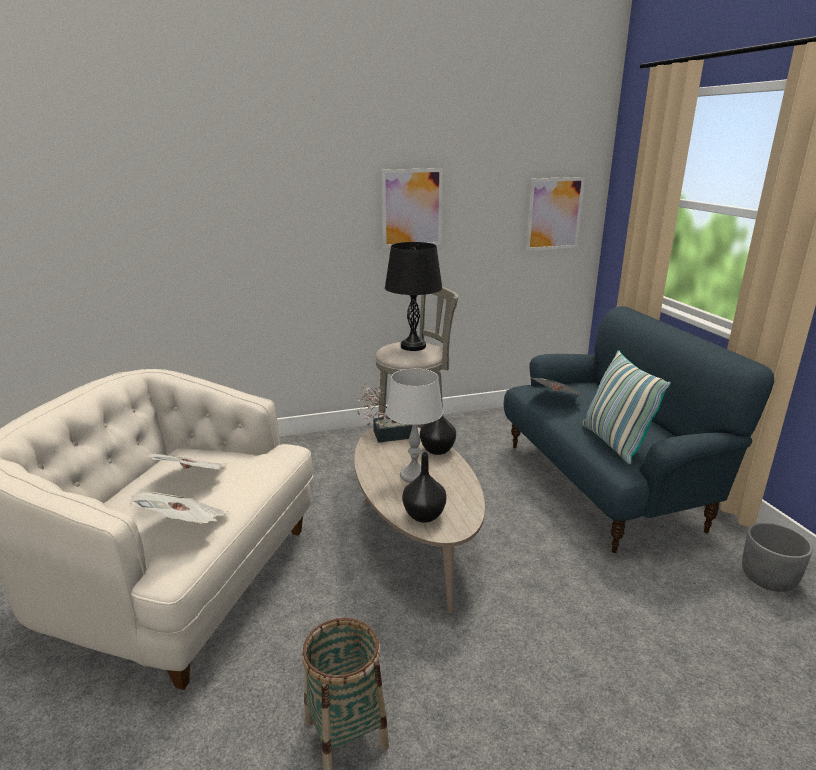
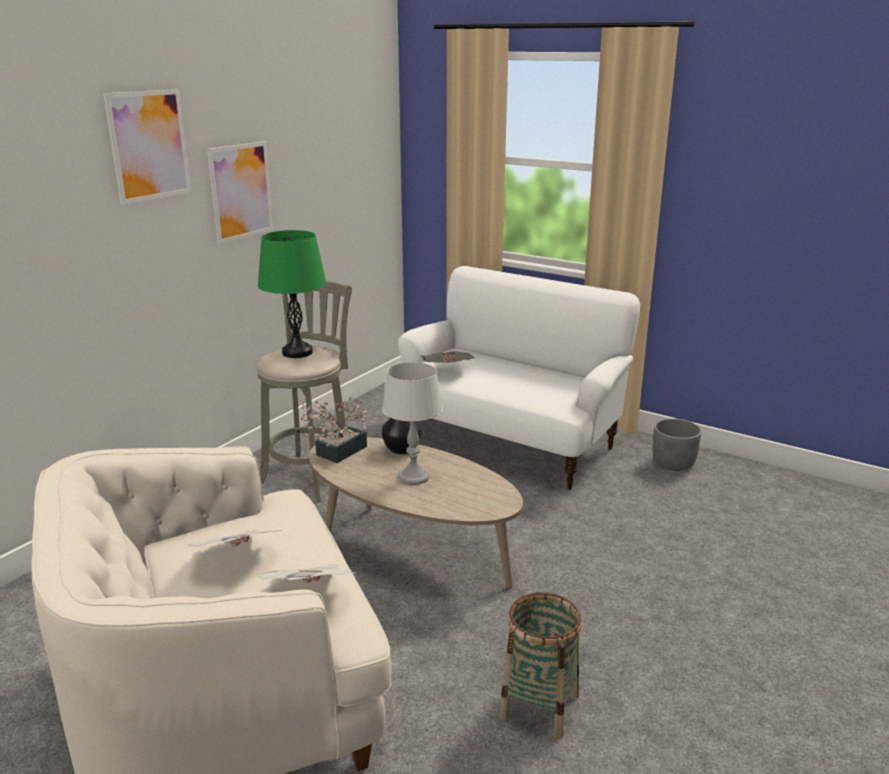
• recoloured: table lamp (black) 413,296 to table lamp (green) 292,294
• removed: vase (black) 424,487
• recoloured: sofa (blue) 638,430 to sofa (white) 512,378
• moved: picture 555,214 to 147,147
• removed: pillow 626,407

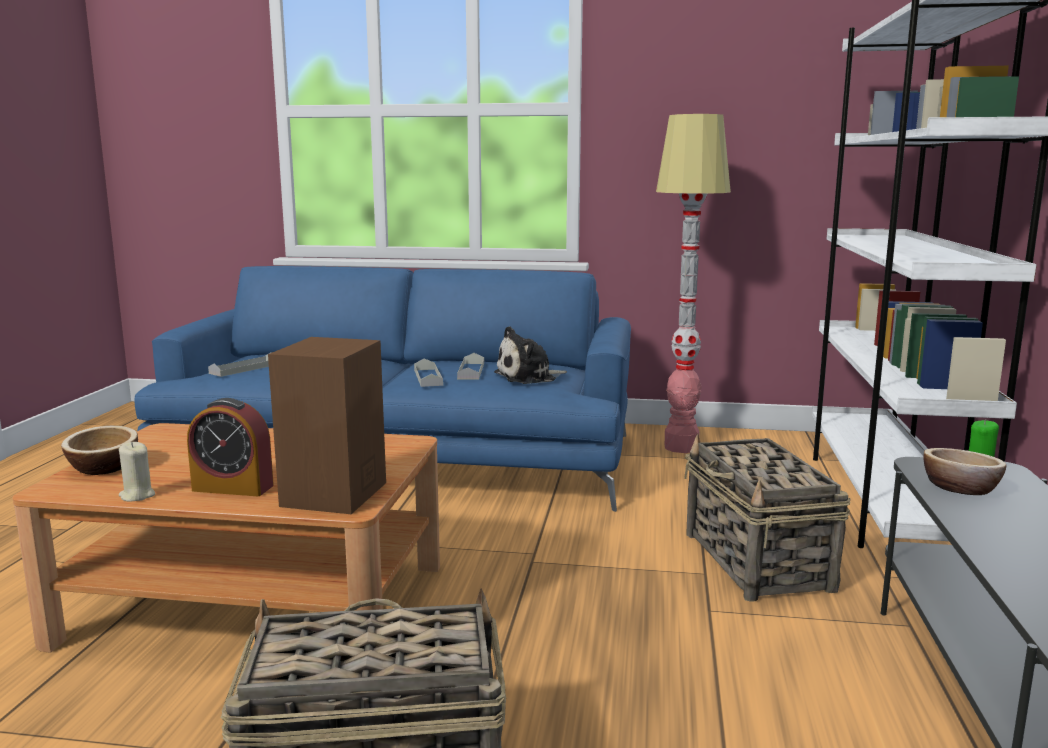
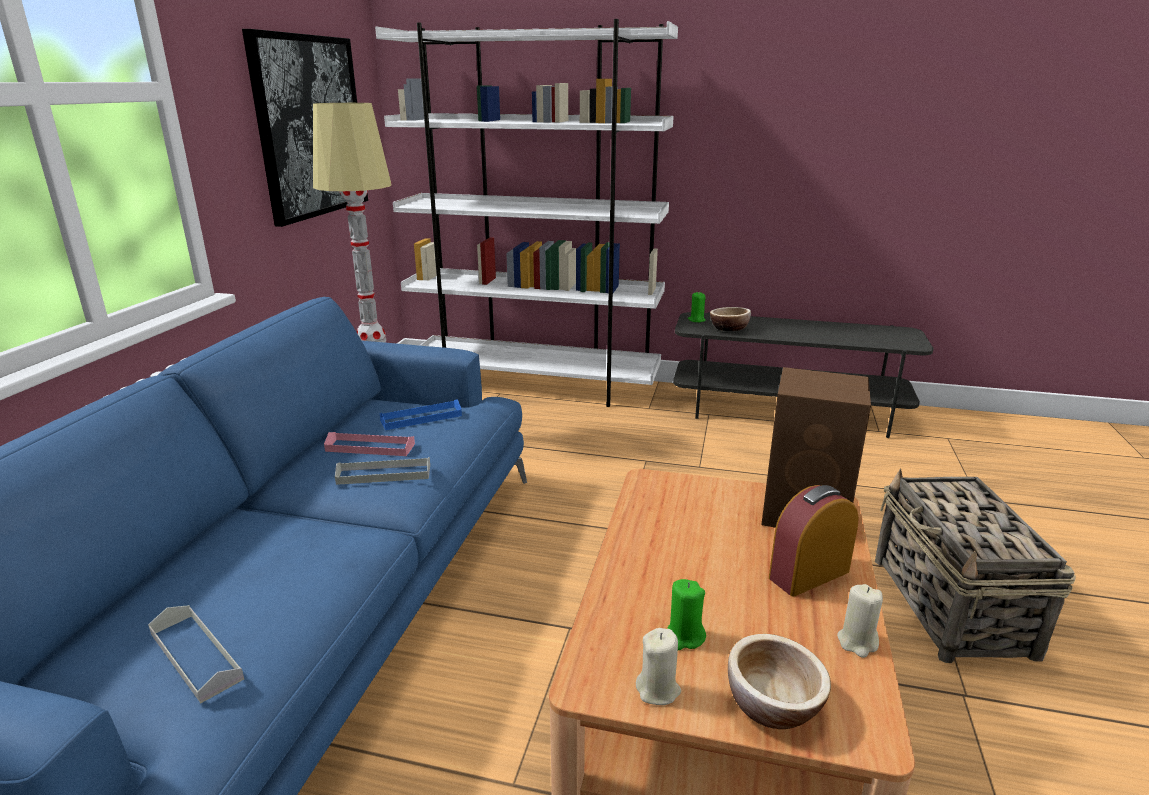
• turned: alarm clock 230,447 = 814,541 135 degrees counterclockwise
• recoloured: tray (grey) 470,366 to tray (pink) 369,444
• replaced: plush toy 530,355 to tray (blue) 421,414
• removed: basket 767,517
• added: picture 305,128
• added: candle (beige) 658,666
• added: candle (green) 686,614

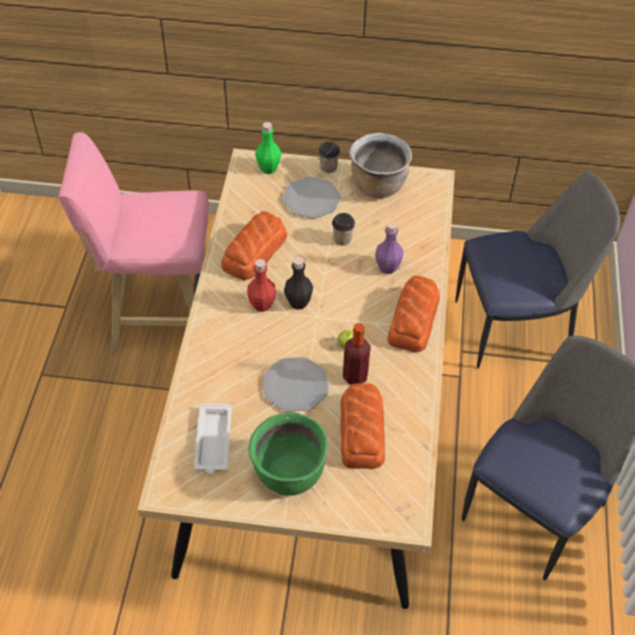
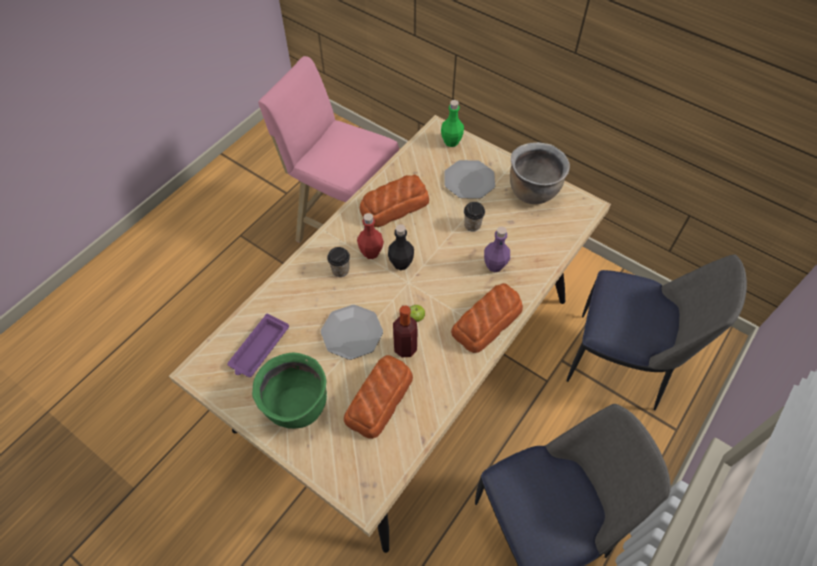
• recoloured: tray (white) 213,439 to tray (purple) 258,345
• moved: cup 329,157 to 338,262

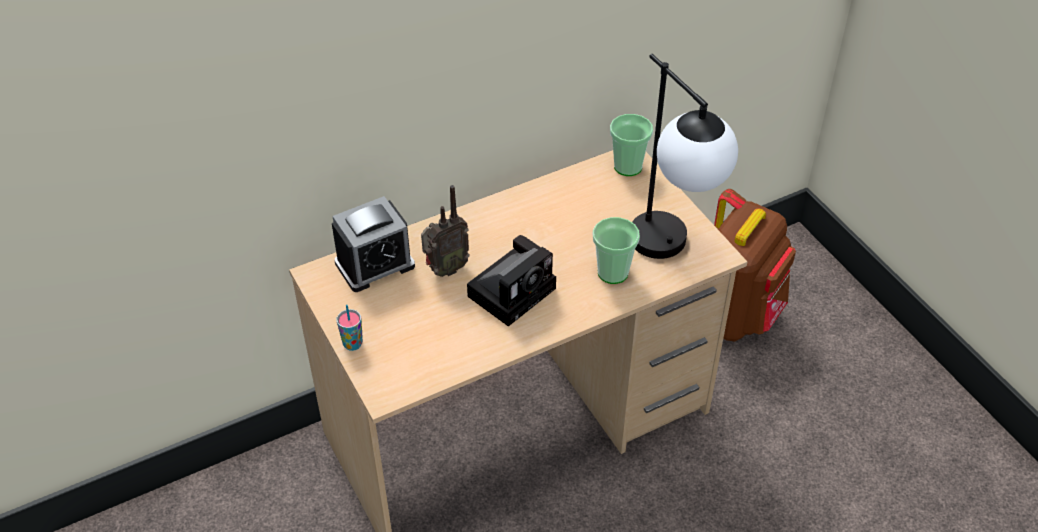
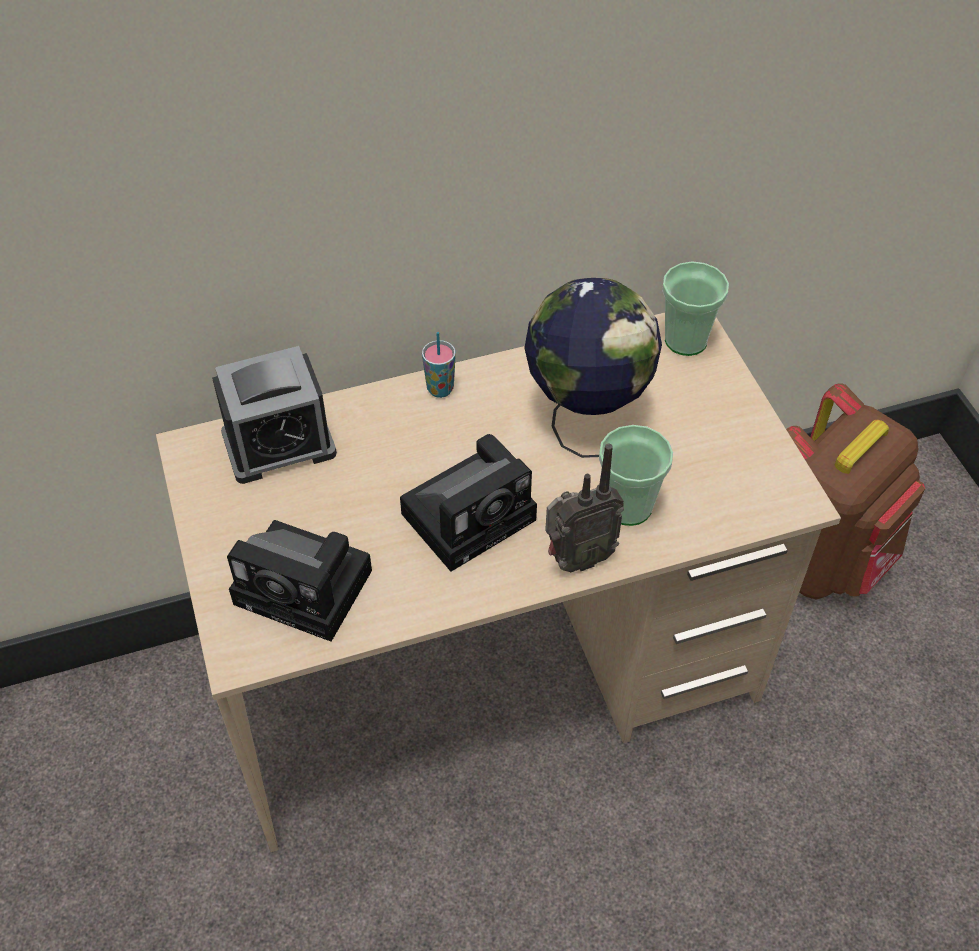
• moved: cup 350,328 to 439,365
• moved: radio 445,231 to 584,508
• removed: table lamp 685,156
• added: photo camera 299,581
• added: globe 593,368

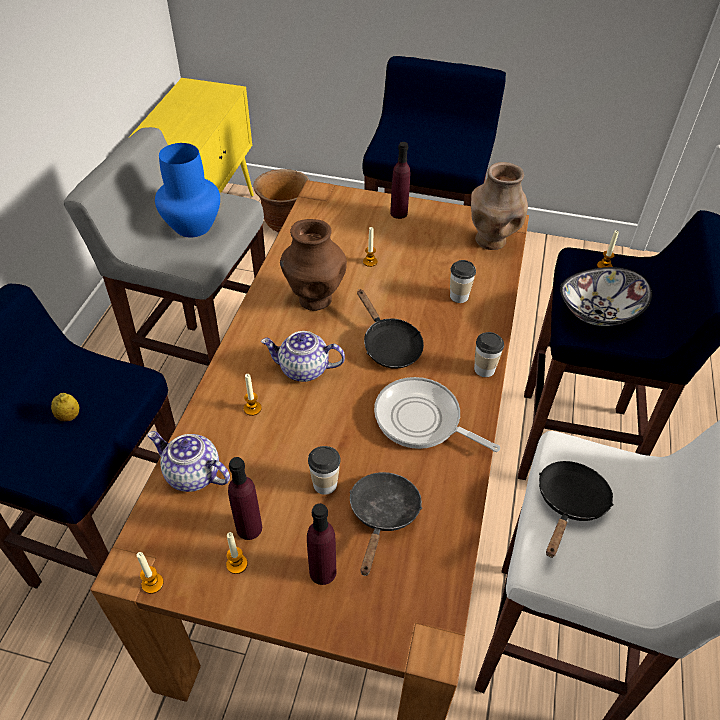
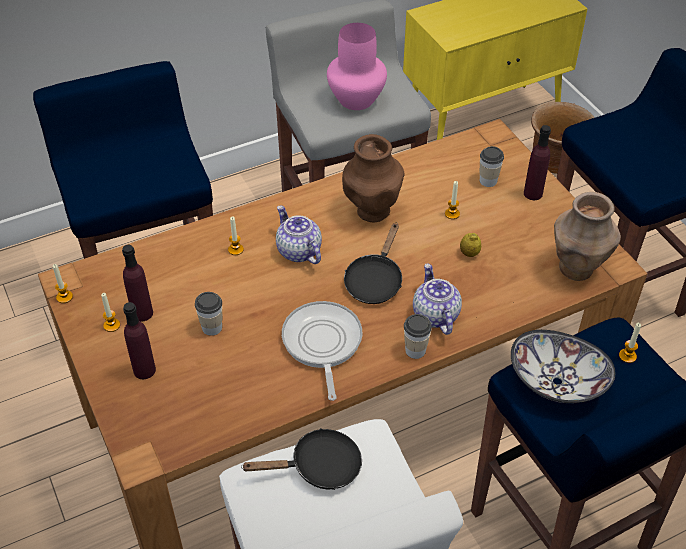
• moved: lemon 65,407 to 470,245
• moved: teapot 189,461 to 437,299
• recoloured: vase (blue) 187,190 to vase (pink) 357,66
• removed: frying pan (black) 386,524
• moved: cup 463,281 to 492,166

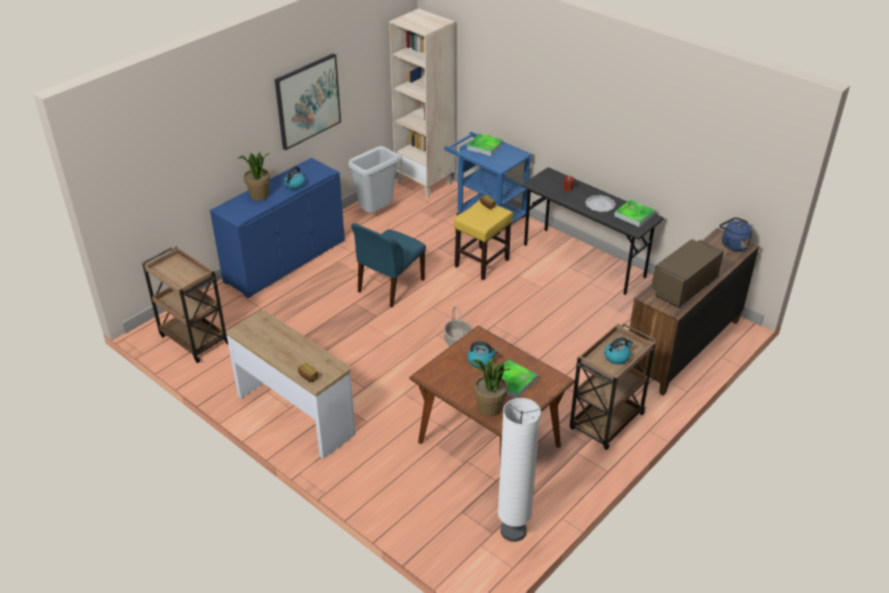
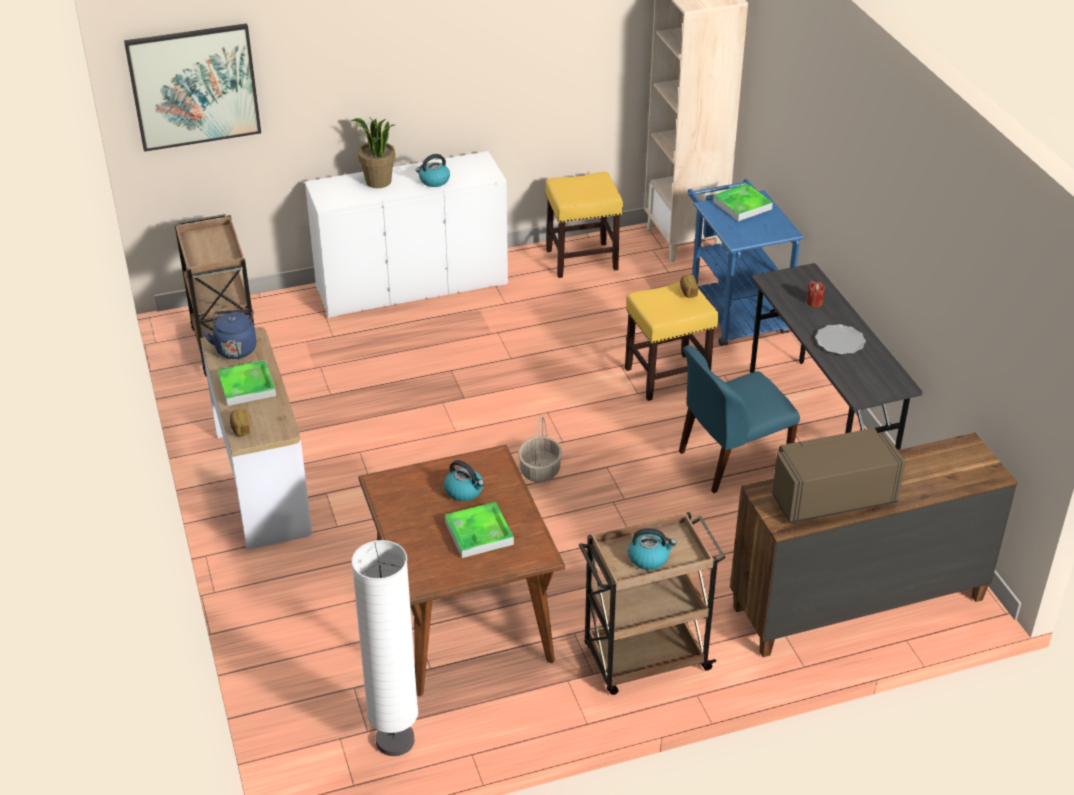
• recoloured: cabinet (blue) 277,228 to cabinet (white) 406,234
• moved: picture 308,101 to 192,87
• replaced: trash can (grey) 373,179 to stool (yellow) 584,225
• moved: chair (blue) 388,265 to 739,419
• removed: potted plant 490,388
• moved: tray 634,213 to 246,383
• moved: kettle (blue) 735,234 to 229,334

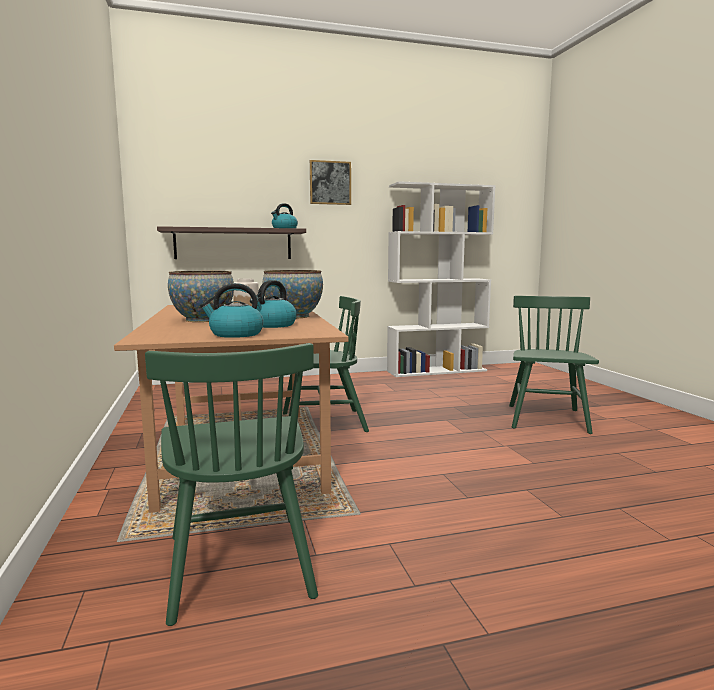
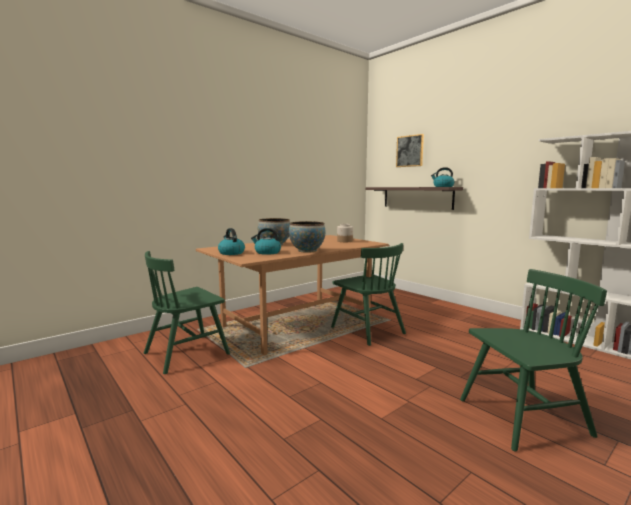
• moved: picture 330,182 to 410,150

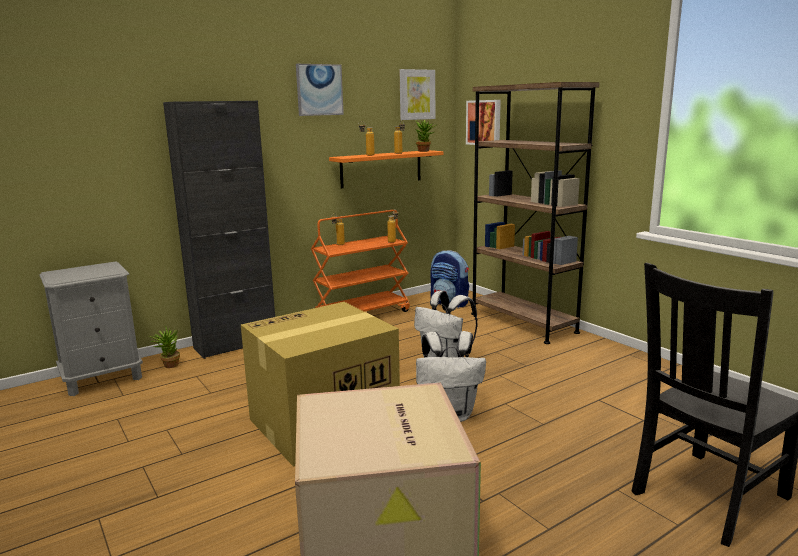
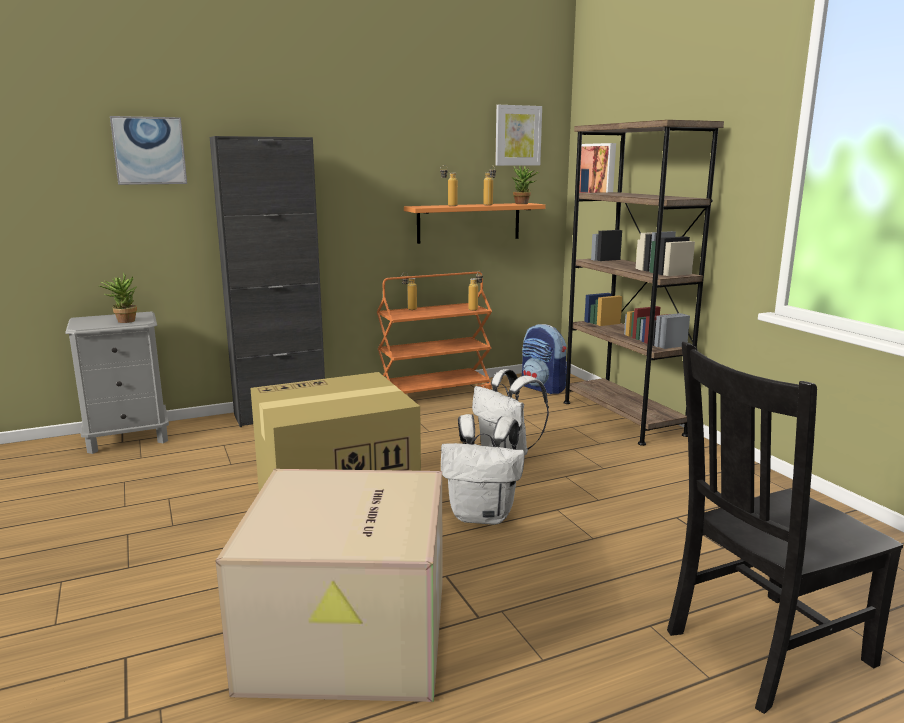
• moved: potted plant 164,346 to 118,298
• moved: picture 320,90 to 148,150

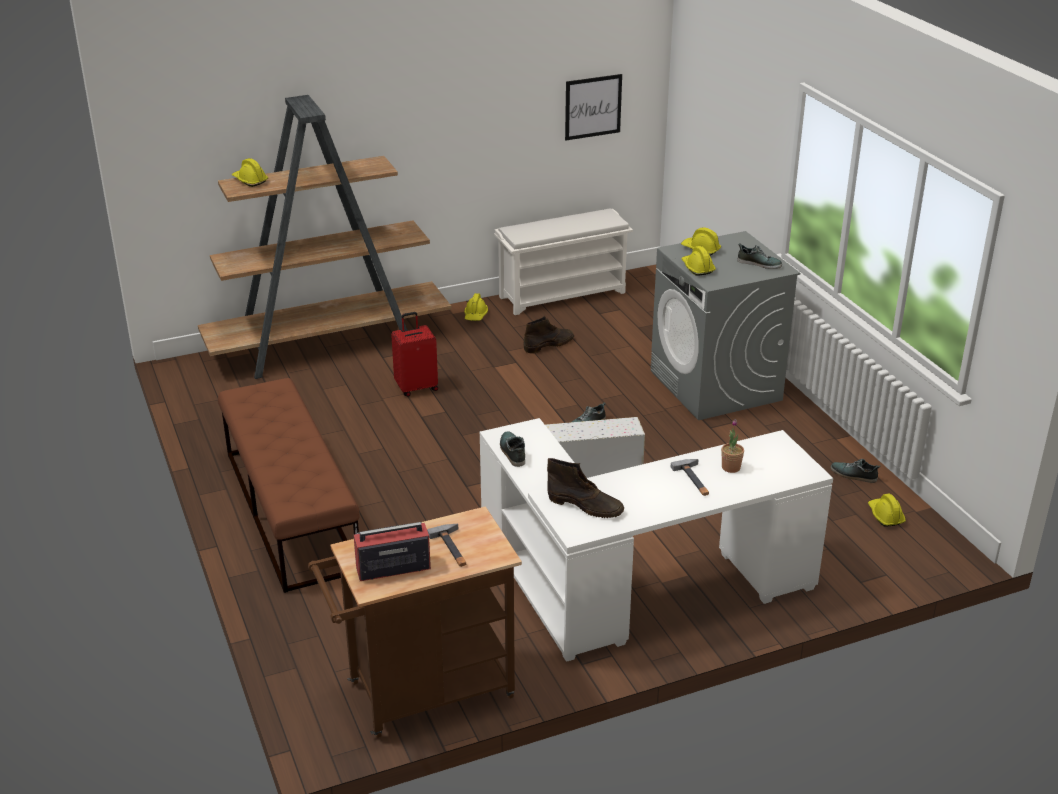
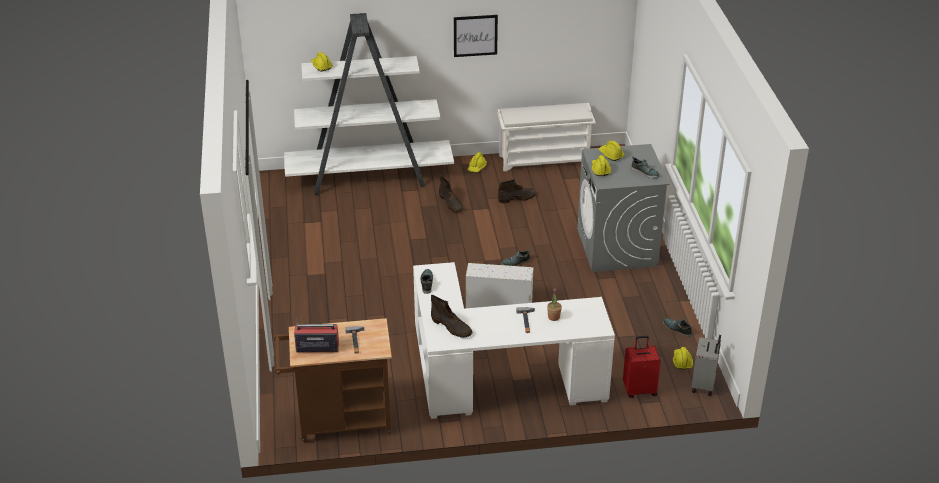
• recoloured: bookcase (brown) 324,237 to bookcase (white) 369,104
• removed: bench (brown) 289,485
• moved: suitcase (red) 414,354 to 642,367
• moved: picture 593,107 to 476,36
• added: boot (brown) 451,193
• added: suitcase (grey) 706,365

